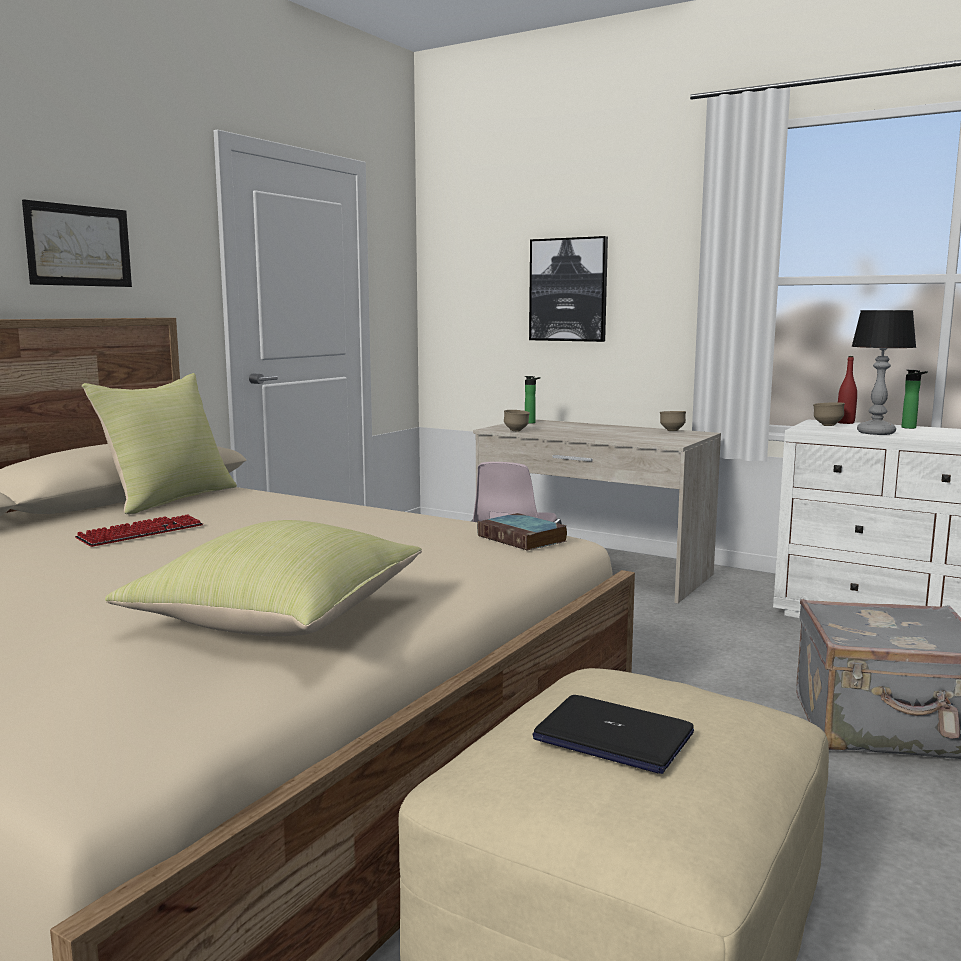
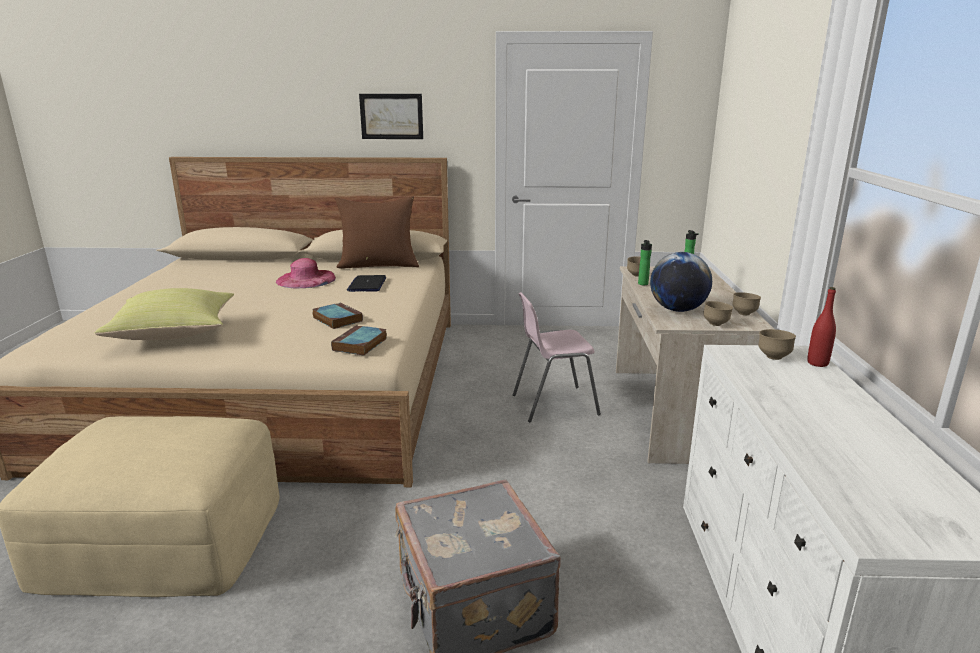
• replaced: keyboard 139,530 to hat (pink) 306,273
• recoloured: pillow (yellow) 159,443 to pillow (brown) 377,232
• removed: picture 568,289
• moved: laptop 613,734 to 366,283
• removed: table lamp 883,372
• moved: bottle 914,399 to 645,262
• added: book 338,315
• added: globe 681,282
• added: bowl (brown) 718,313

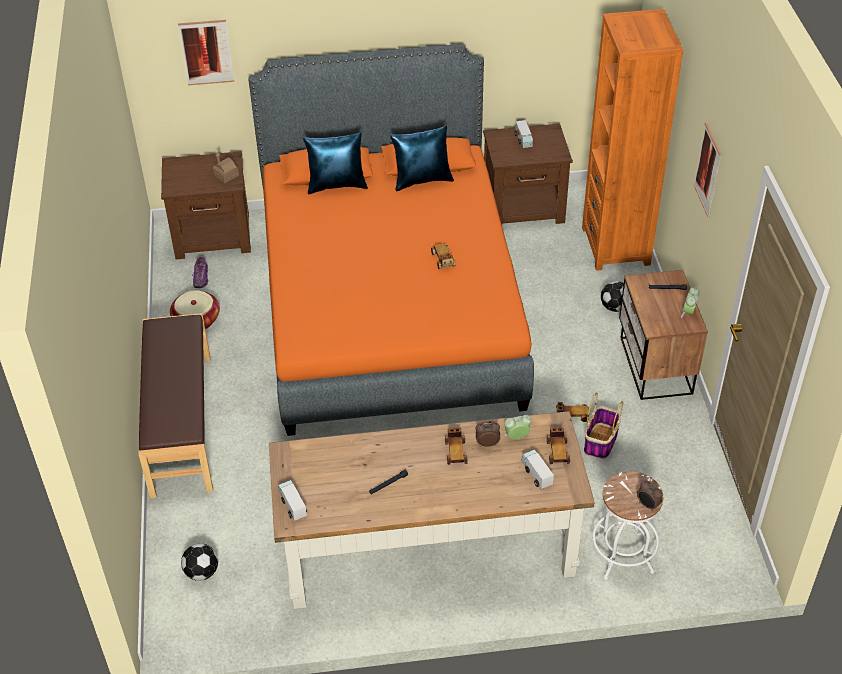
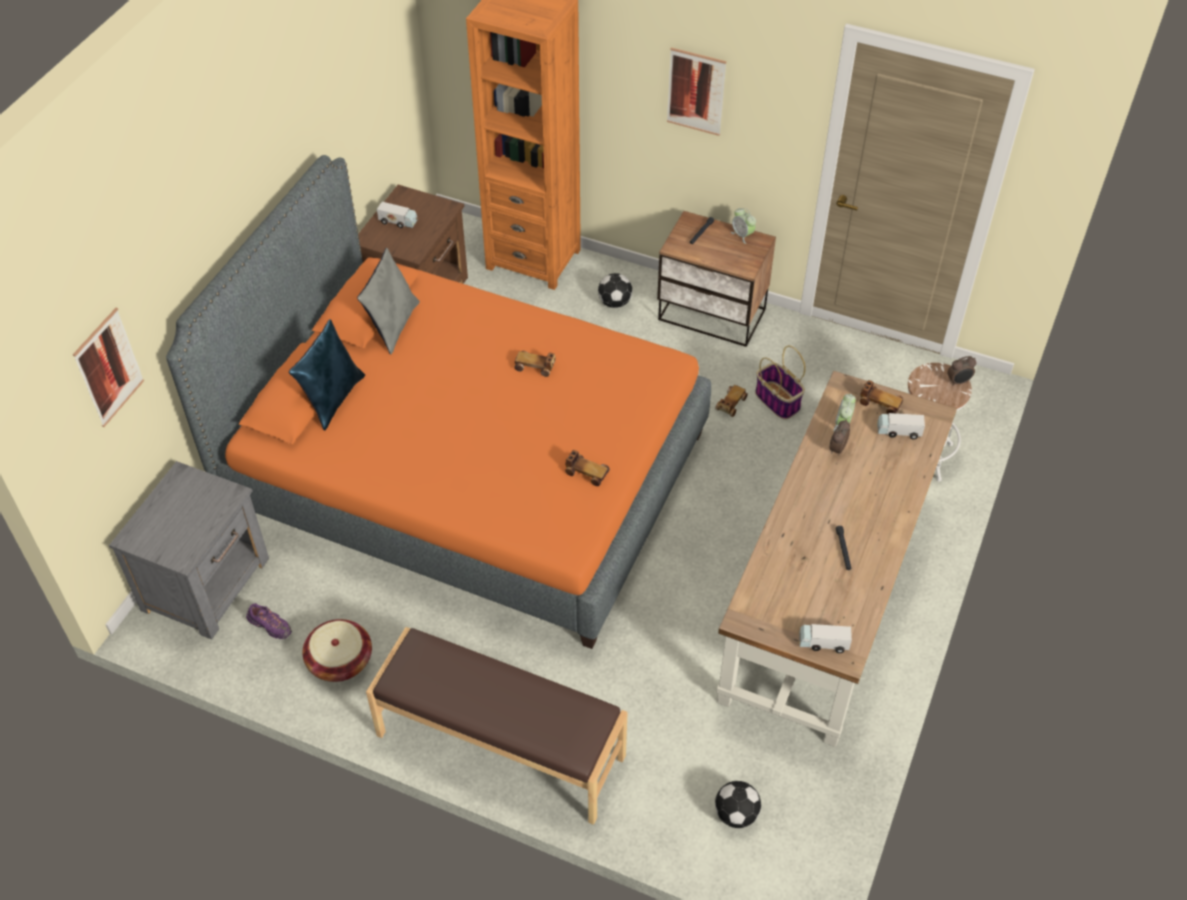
• recoloured: nightstand (brown) 206,205 to nightstand (grey) 189,550
• removed: toy house 226,167
• recoloured: pillow (blue) 422,158 to pillow (grey) 388,301
• moved: toy car 456,446 to 587,468

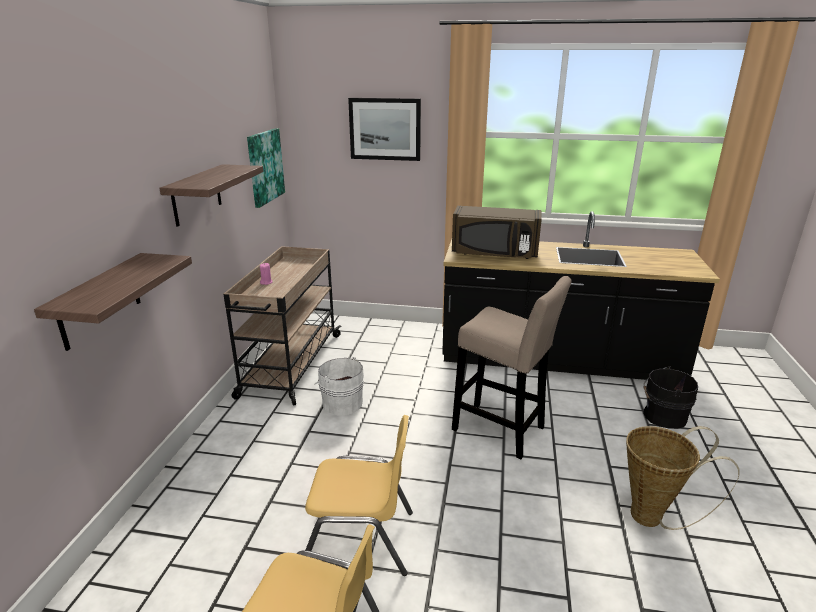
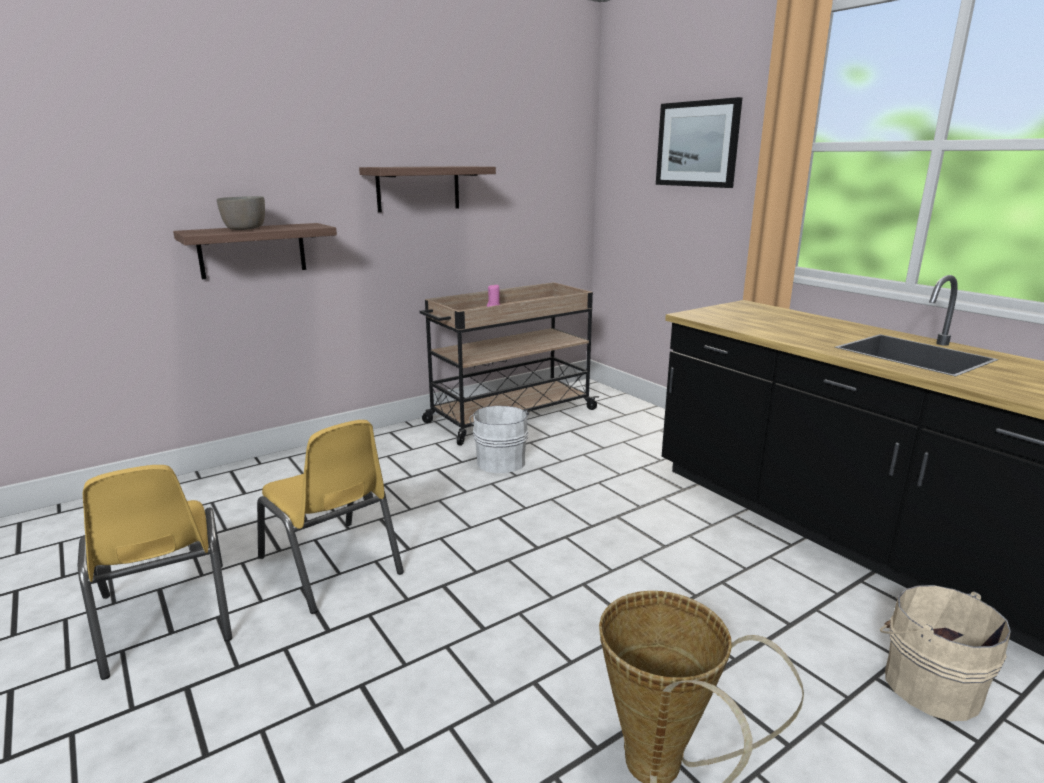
• removed: picture 266,168
• removed: microwave (brown) 497,232
• removed: stool (beige) 512,367
• recoloured: bucket (black) 670,397 to bucket (beige) 945,653
• added: bowl (grey) 241,213

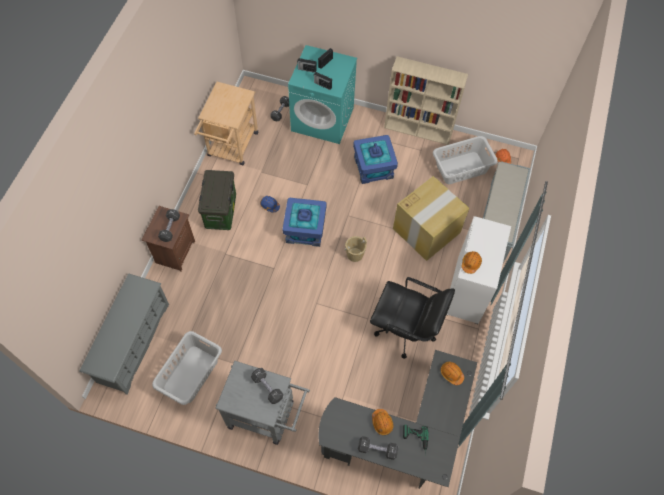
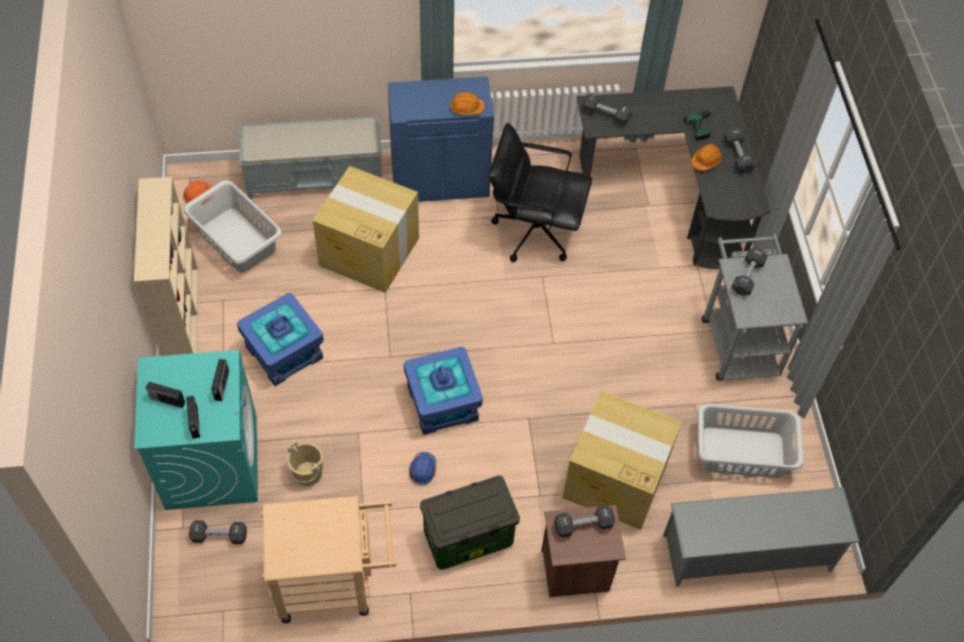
• moved: bucket (beige) 356,249 to 305,463
• turned: office chair (black) 412,318 = 540,192 75 degrees counterclockwise
• replaced: hard hat (orange) 452,373 to dumbbell (black) 607,109
• recoloured: cabinet (white) 479,270 to cabinet (blue) 441,139
• added: cardboard box 622,460

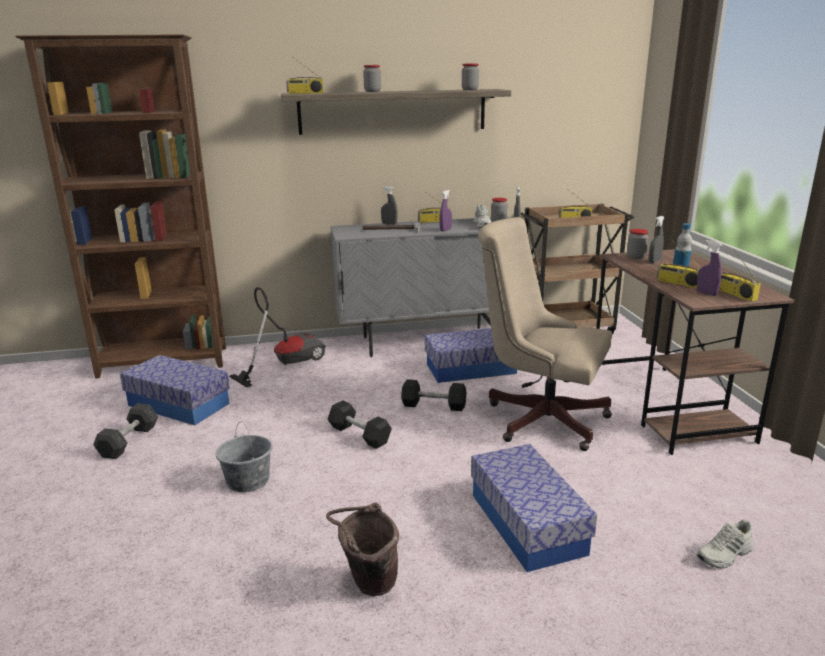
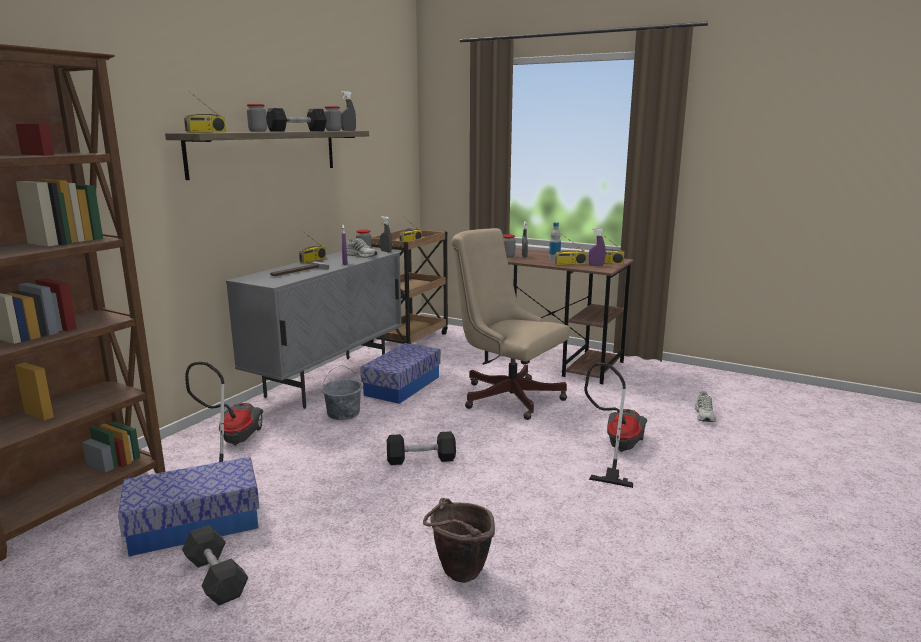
• moved: bucket (grey) 244,457 to 342,392
• moved: bucket (brown) 362,549 to 459,540
• moved: spray bottle (grey) 389,205 to 348,111
• moved: dumbbell (black) 433,395 to 296,120
• replaced: storage box 534,508 to vacuum cleaner 615,425
• turned: office chair (beige) 545,334 = 510,324 60 degrees clockwise

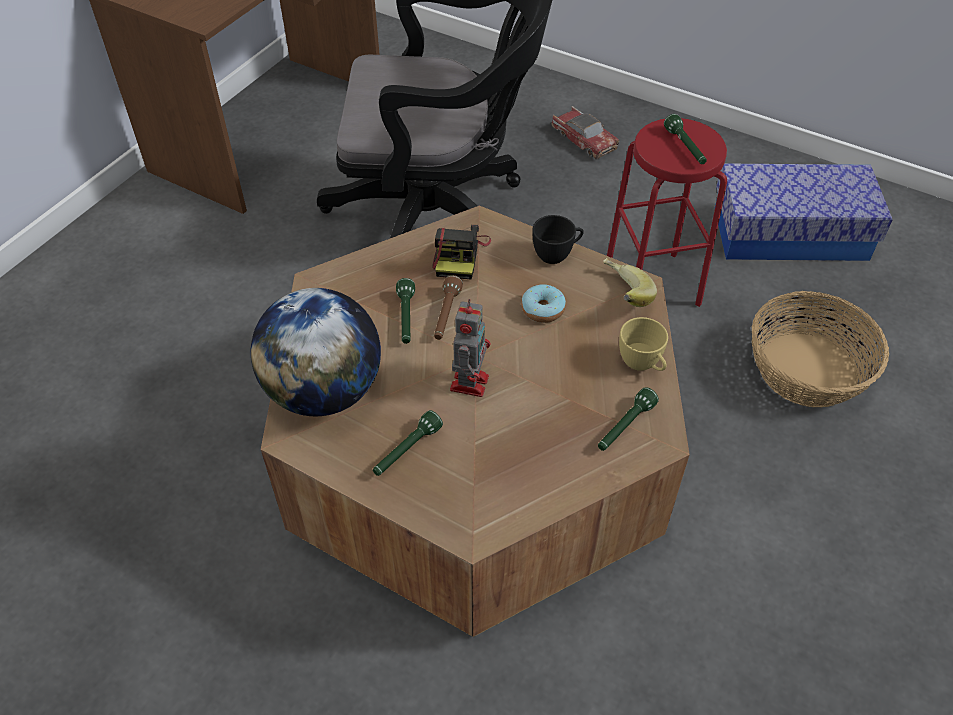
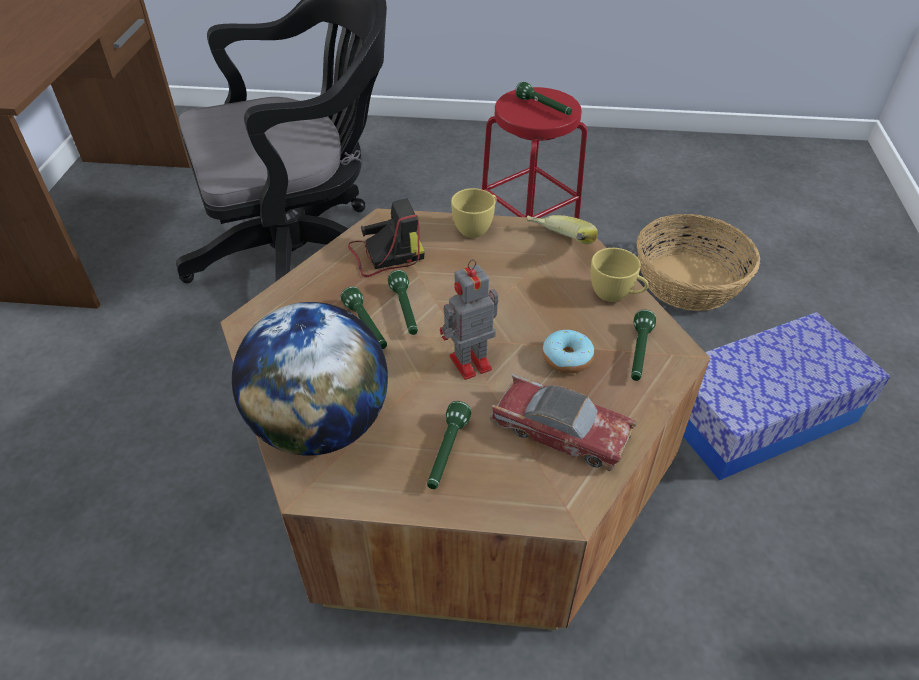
• turned: photo camera 461,252 = 386,237 90 degrees counterclockwise
• recoloured: flashlight (brown) 448,307 to flashlight (green) 403,302
• turned: toy robot 470,348 = 469,319 105 degrees counterclockwise
• moved: donut 543,303 to 568,351
• recoloured: cup (black) 558,239 to cup (yellow) 473,213
• moved: toy car 585,132 to 563,422
• moved: storage box 803,212 to 786,396

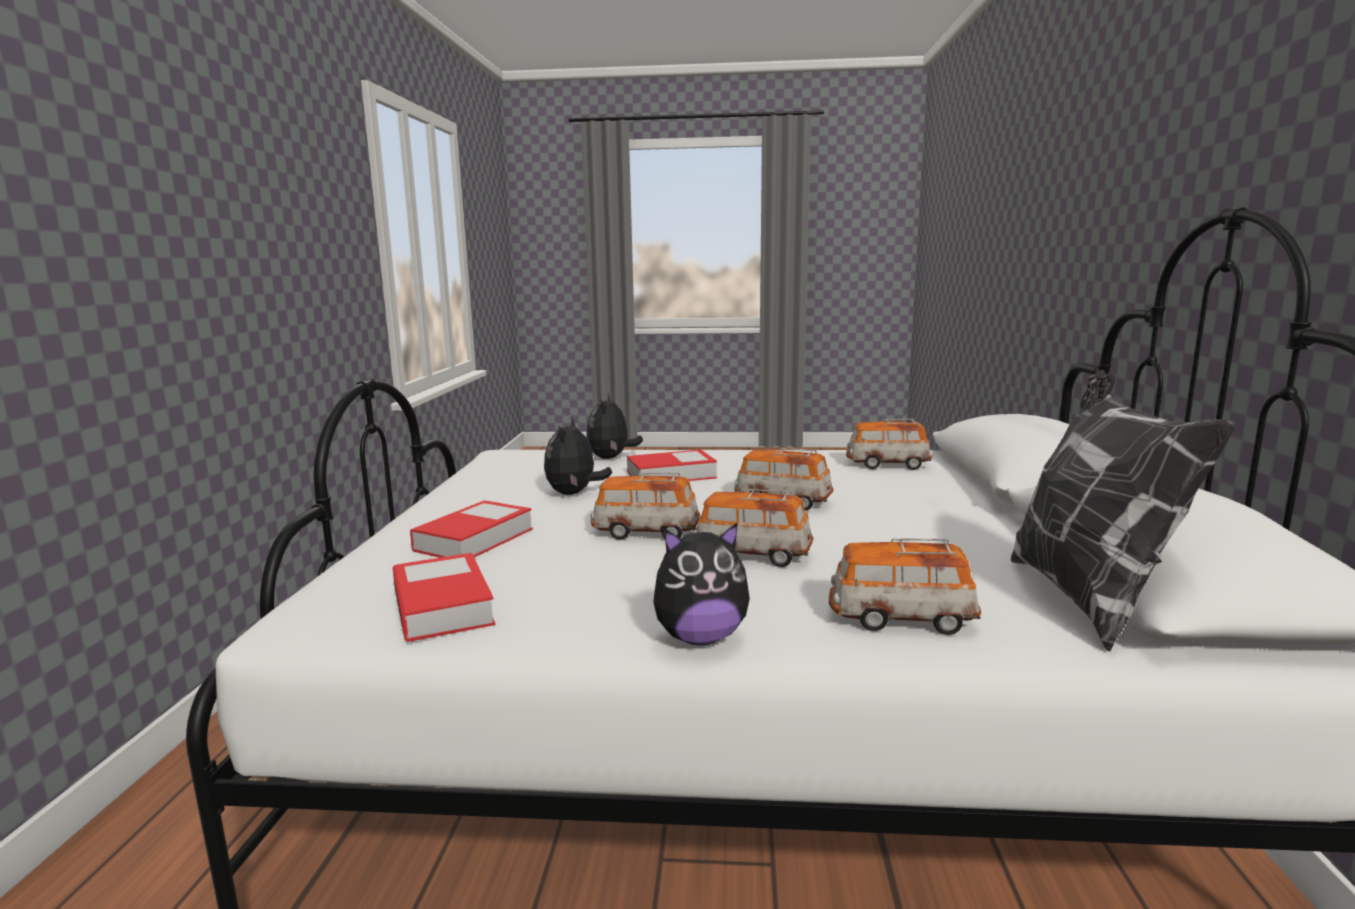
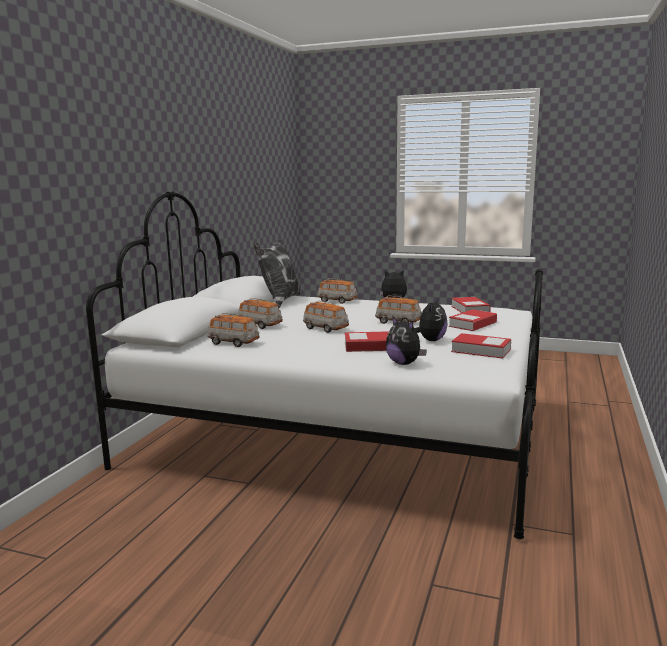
• turned: plush toy 614,426 = 406,341 120 degrees clockwise
• moved: toy car 753,528 to 260,313
• added: book 481,346

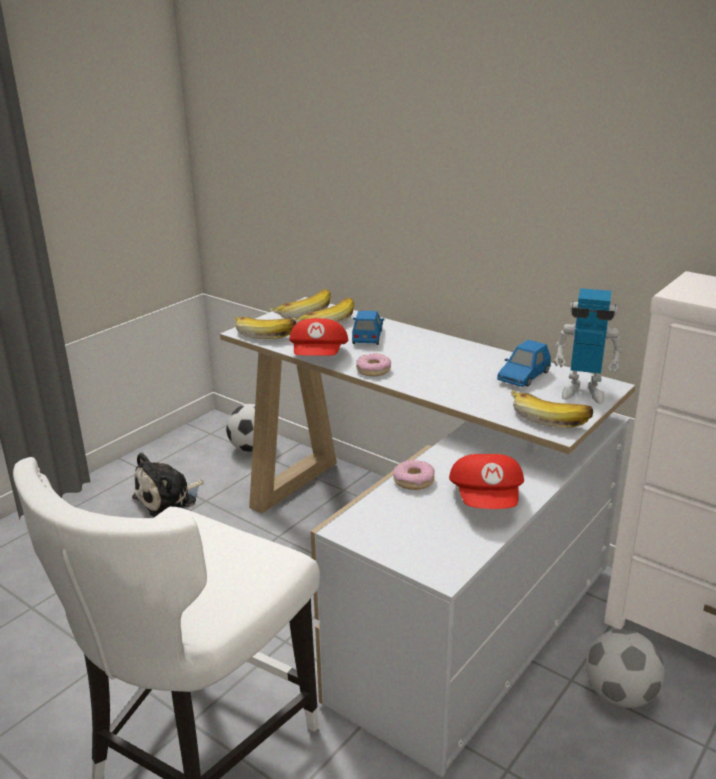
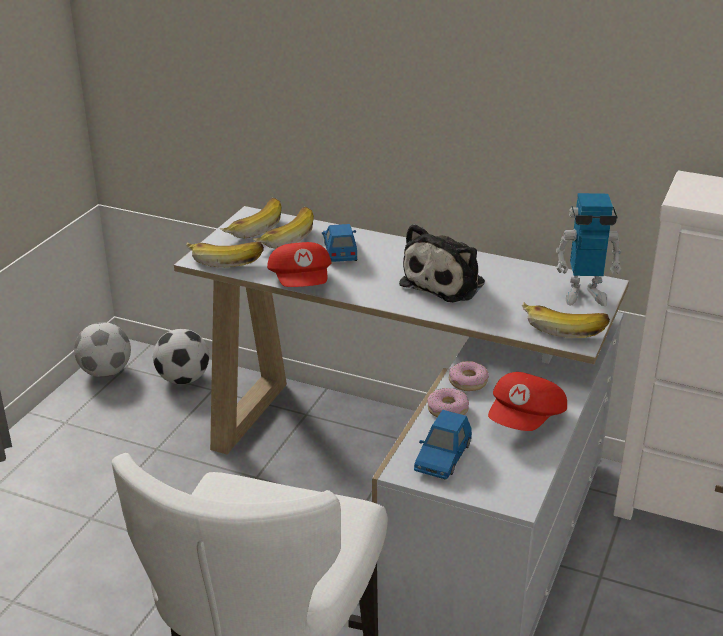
• moved: plush toy 168,484 to 442,263
• moved: donut 373,364 to 469,376
• turned: cap (red) 486,481 = 527,401 45 degrees clockwise
• moved: toy car (blue) 524,363 to 443,445
• moved: football 625,668 to 102,349

